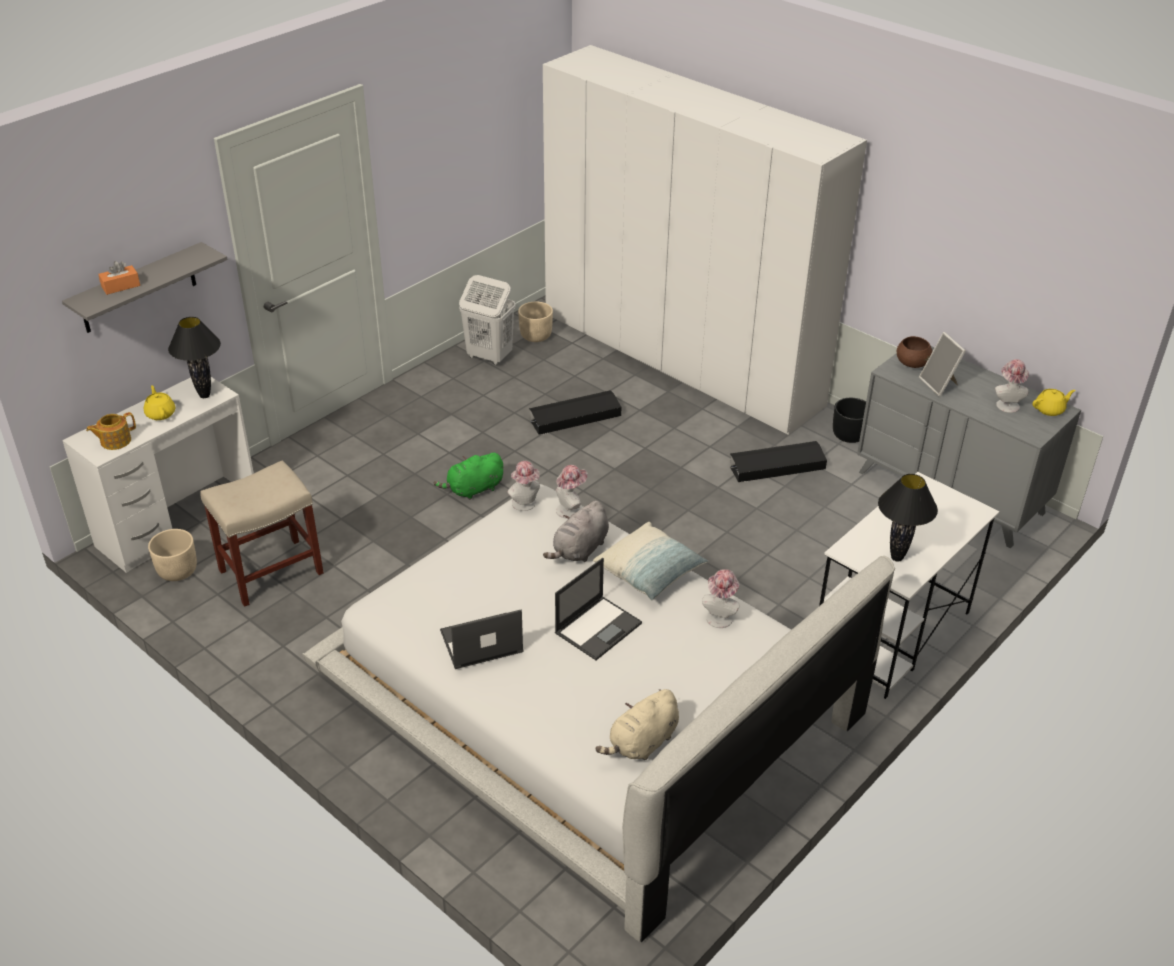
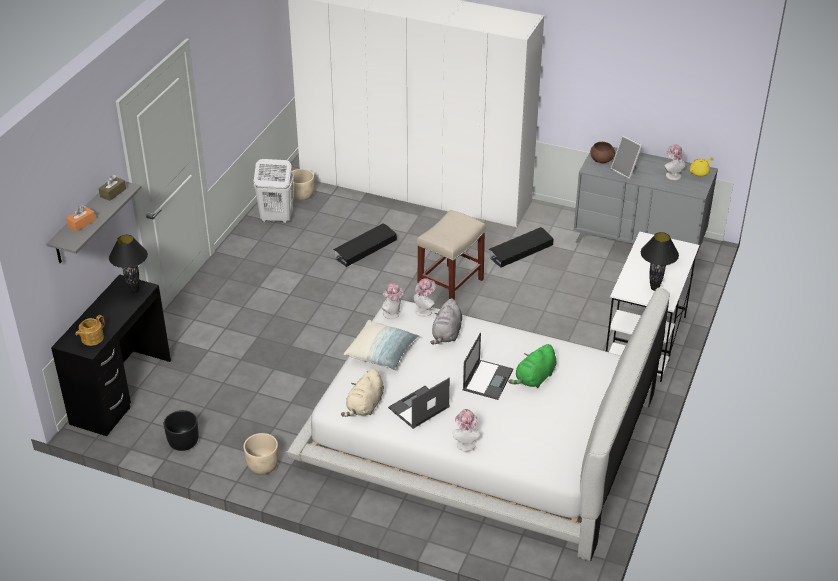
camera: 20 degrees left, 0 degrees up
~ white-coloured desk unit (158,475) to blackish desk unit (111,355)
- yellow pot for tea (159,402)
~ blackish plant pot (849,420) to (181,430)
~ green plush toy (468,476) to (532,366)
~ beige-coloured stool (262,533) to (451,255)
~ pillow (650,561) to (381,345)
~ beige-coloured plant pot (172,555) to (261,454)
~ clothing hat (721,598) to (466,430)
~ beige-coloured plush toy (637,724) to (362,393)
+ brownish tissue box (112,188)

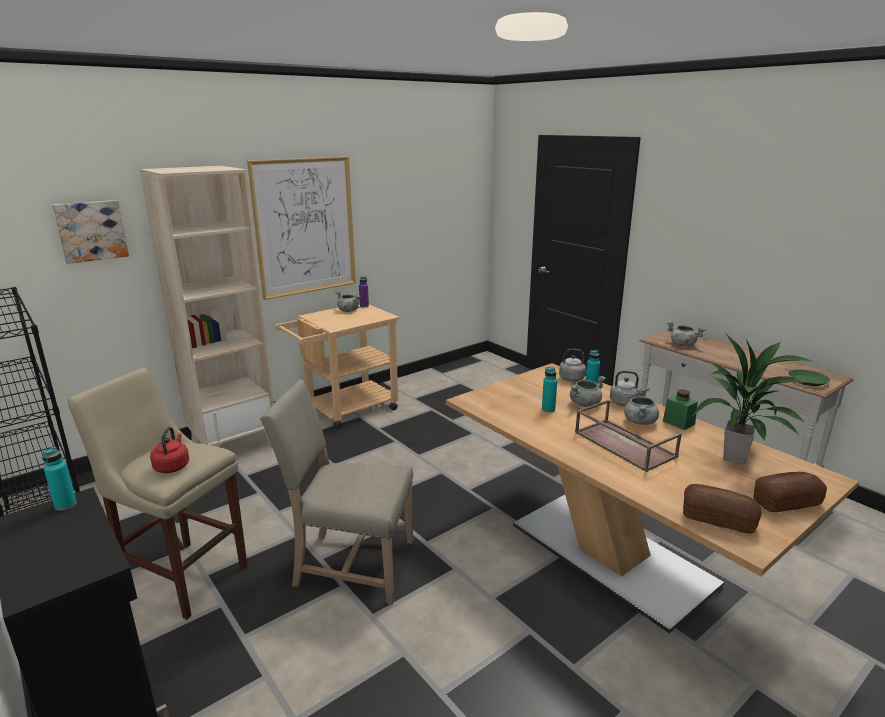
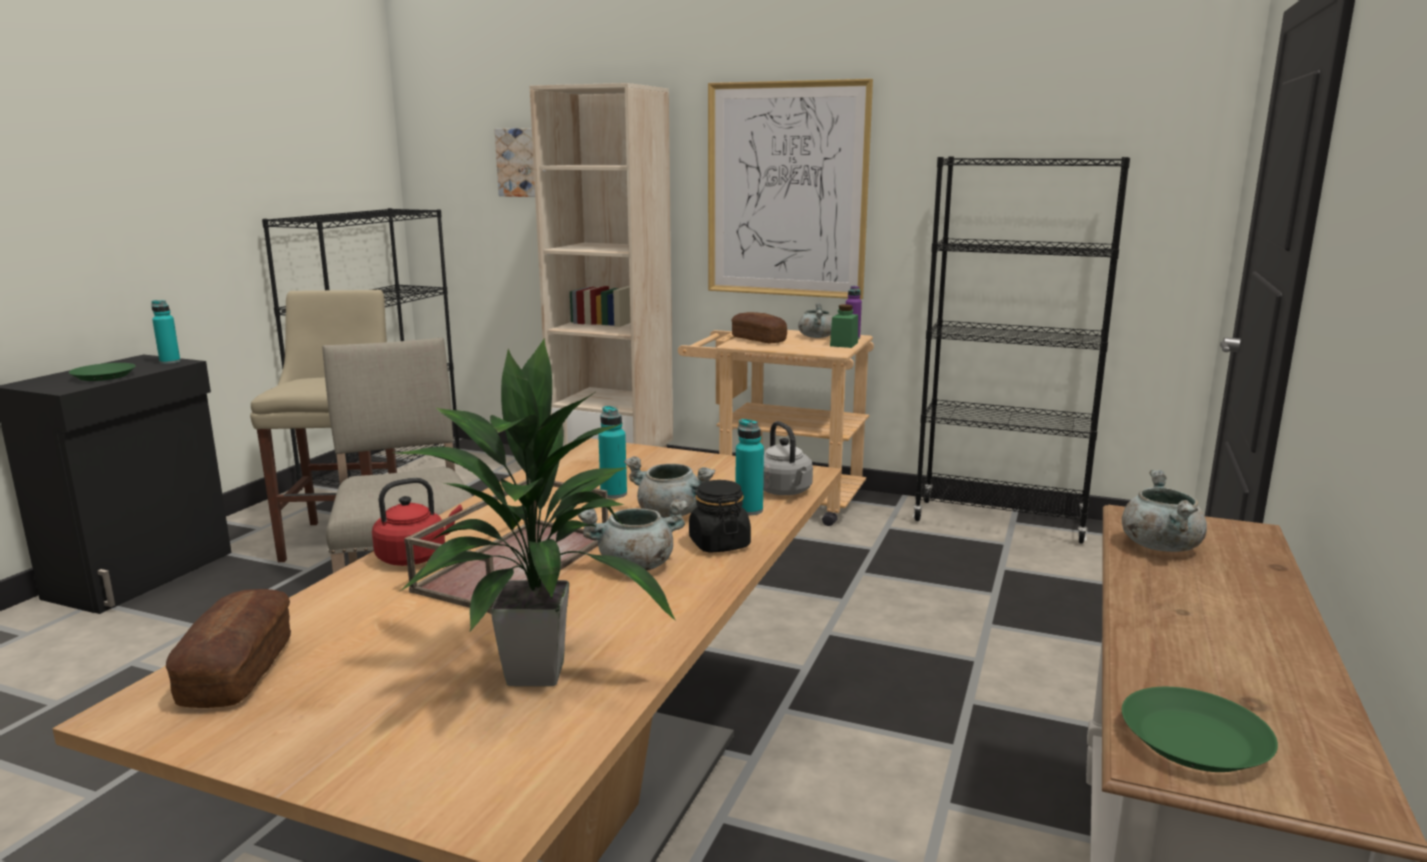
camera: 60 degrees right, 5 degrees down
~ grey water kettle (630,388) to blackish storage jar (720,516)
~ green storage jar (680,409) to (844,326)
~ reddish water kettle (169,450) to (417,522)
~ bakery bread (790,492) to (759,327)
+ blackish bookcase (1021,350)
+ green dinner plate (102,372)

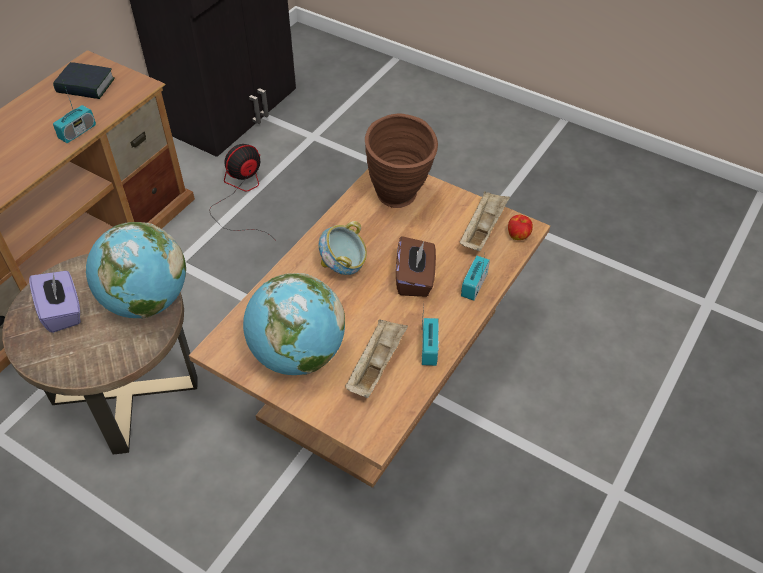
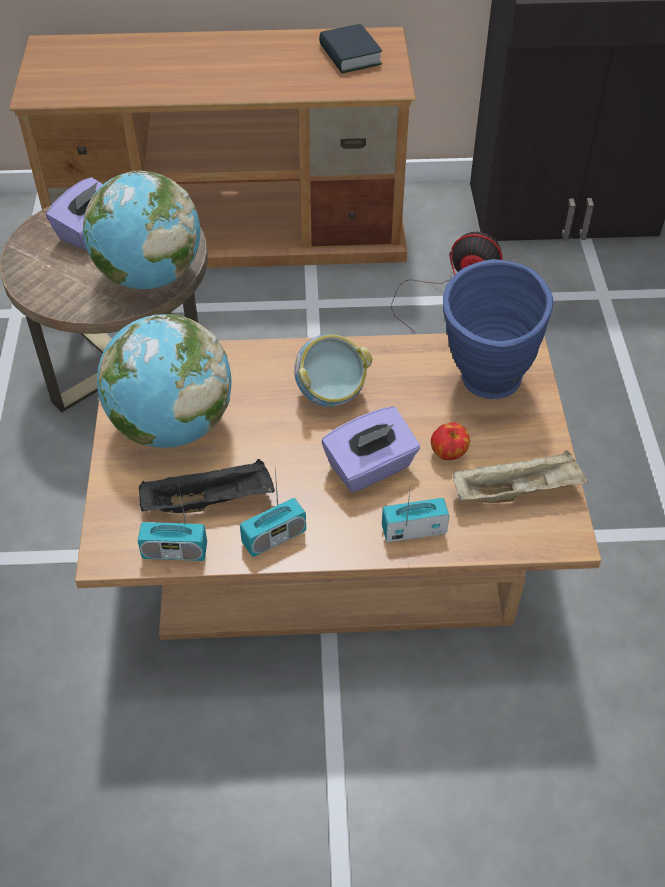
camera: 55 degrees right, 0 degrees up
~ radio receiver (74,111) to (172,522)
~ brownish flower vase (401,161) to blue flower vase (498,329)
~ apple (520,227) to (450,441)
~ brownish tissue box (416,266) to purple-coloured tissue box (371,449)
~ beige-coloured tray (376,358) to blackish tray (207,486)

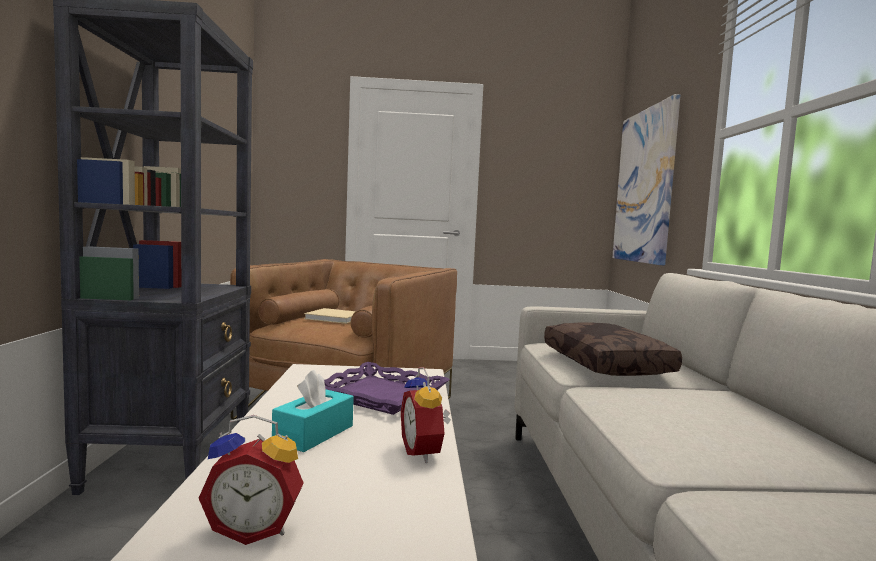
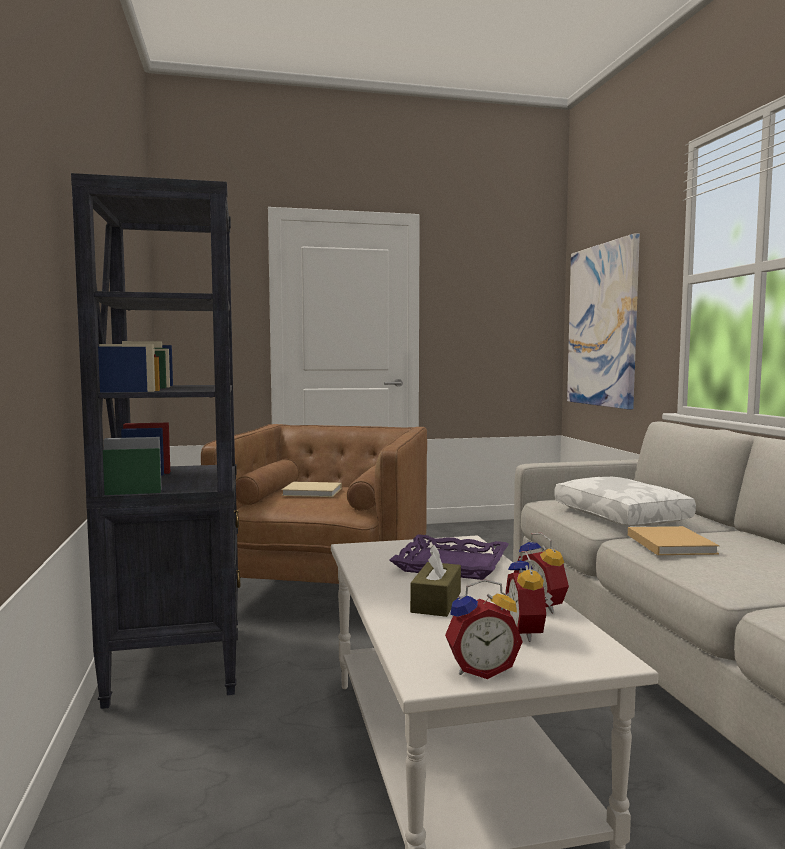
camera: 10 degrees left, 0 degrees up
~ brownish pillow (613,349) to white-coloured pillow (625,501)
~ turquoise tissue box (313,411) to brownish tissue box (435,581)
+ beige-coloured bound book (673,540)
+ alarm clock (529,596)

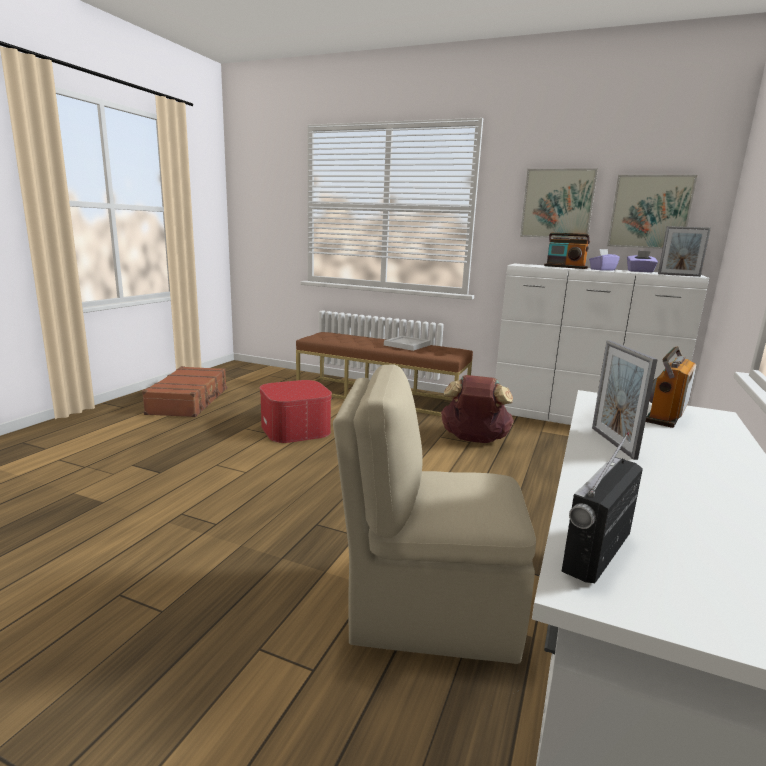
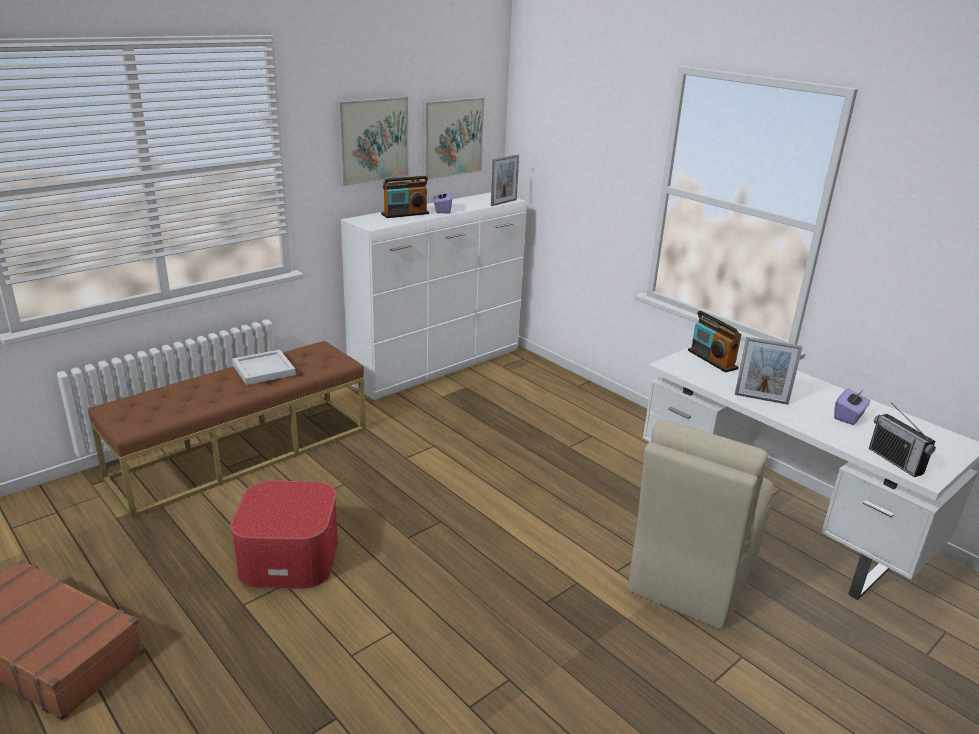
camera: 65 degrees left, 10 degrees up
~ purple-coloured tissue box (642,261) to (852,407)
- brownish rucksack (477,409)

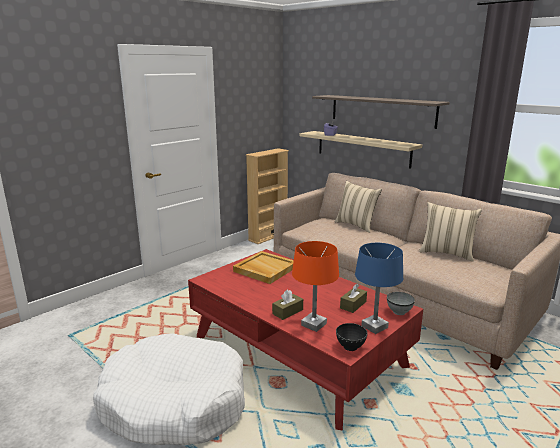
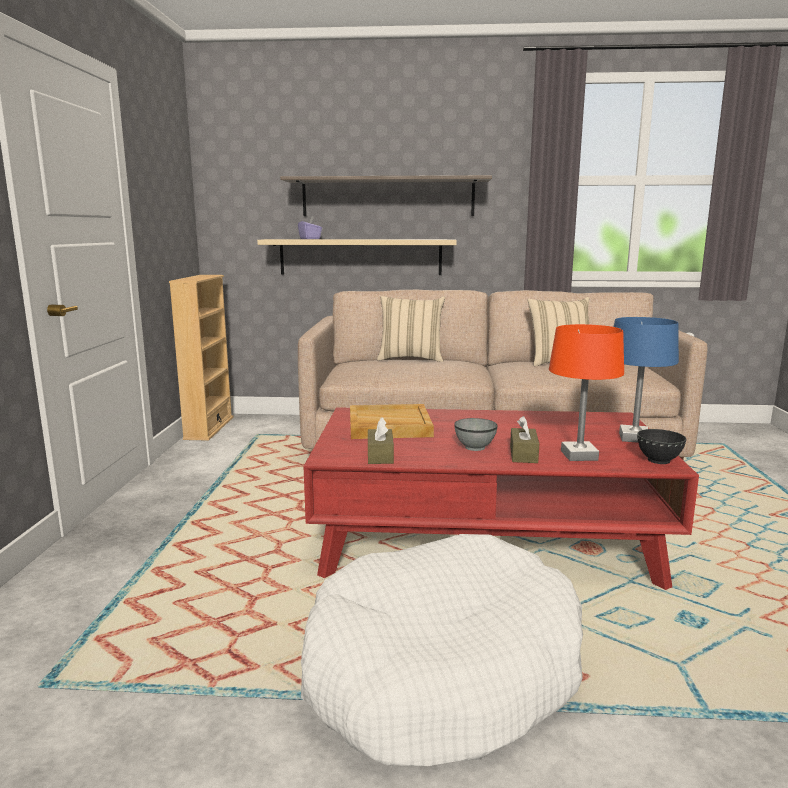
camera: 40 degrees left, 5 degrees down
~ brownish tissue box (353,298) to (381,440)
~ grey serving bowl (401,303) to (476,434)

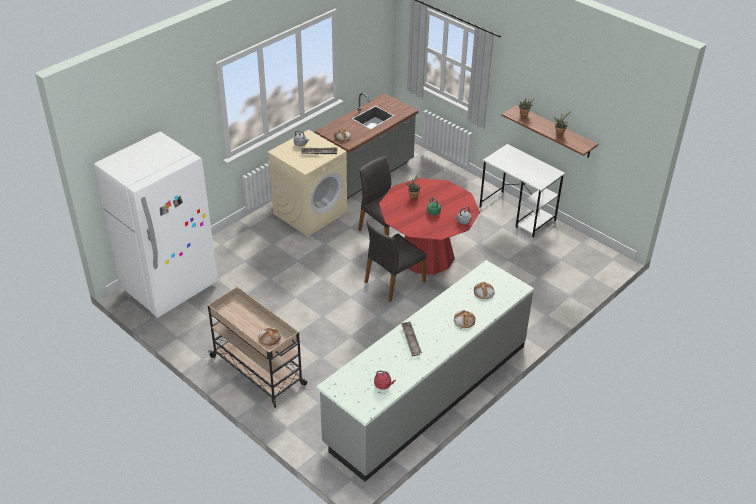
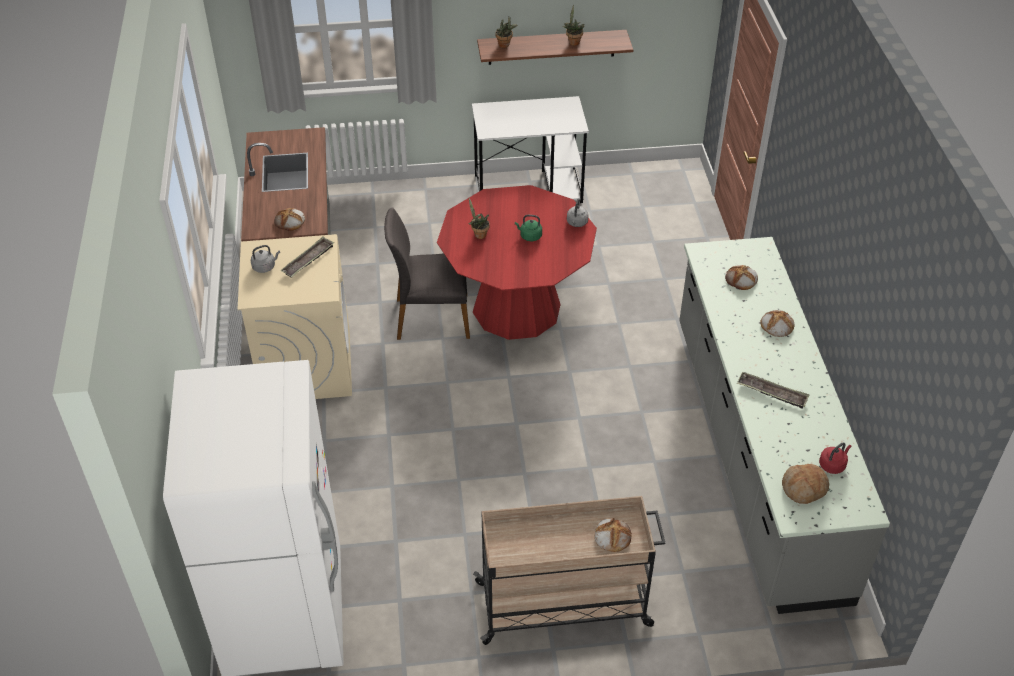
camera: 50 degrees left, 5 degrees up
- grey chair (395,261)
+ bakery bread (805,484)

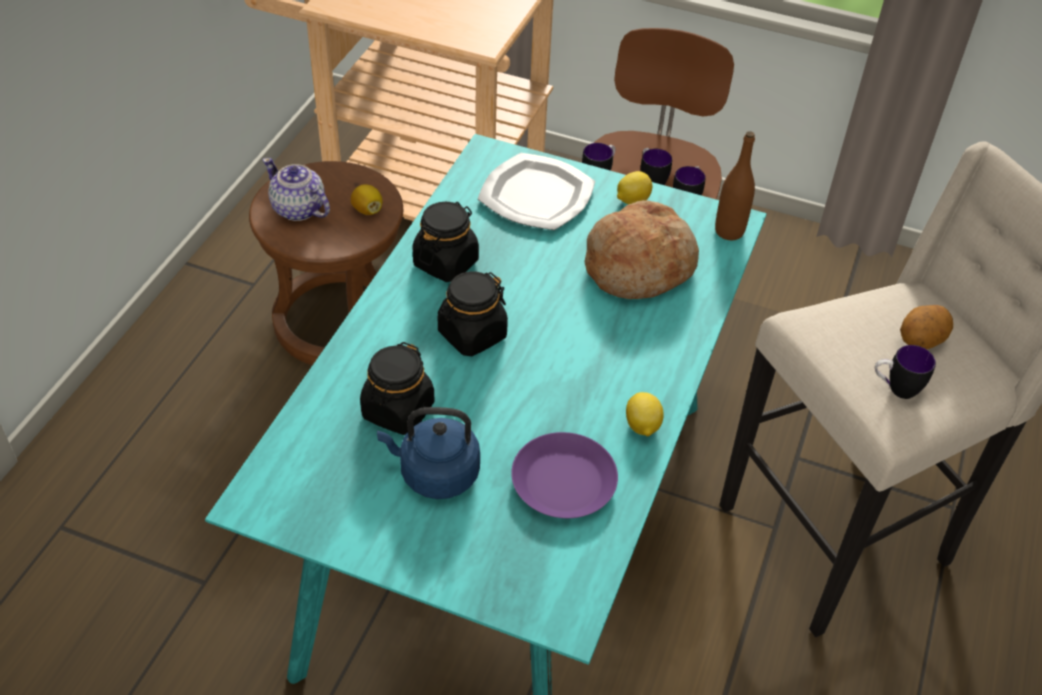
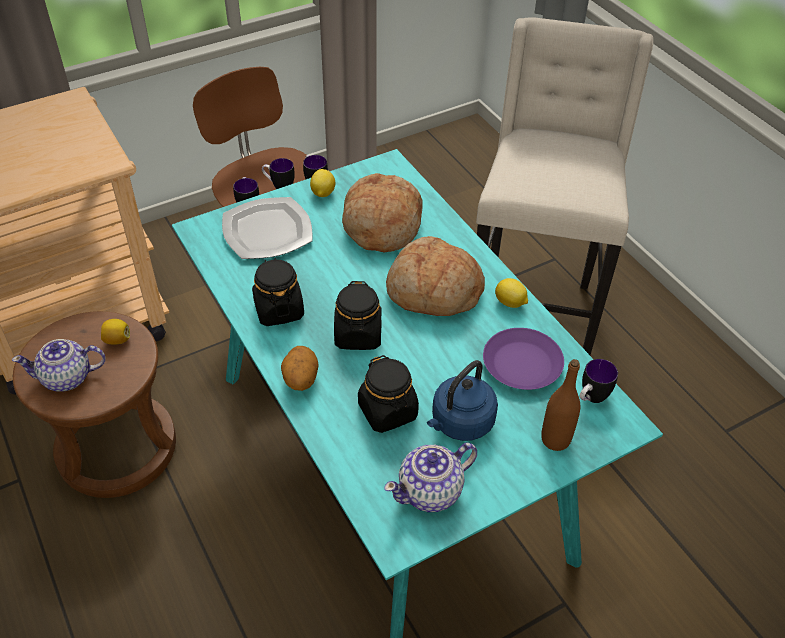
camera: 50 degrees left, 0 degrees up
~ brownish drink bottle (735,185) to (560,405)
~ spud (926,327) to (300,368)
~ tea mug (905,372) to (598,381)
+ bakery bread (435,276)
+ pot for tea (430,477)

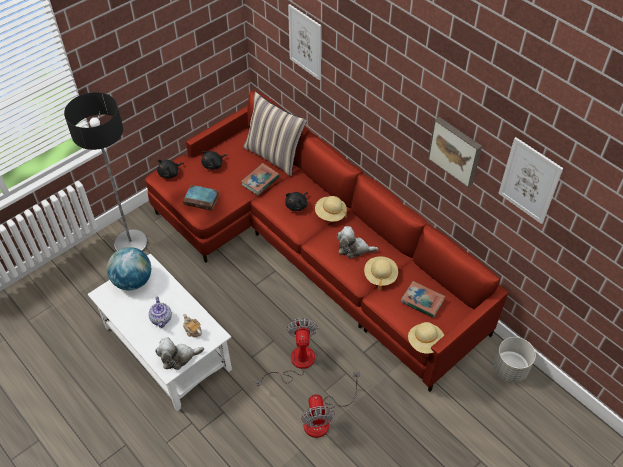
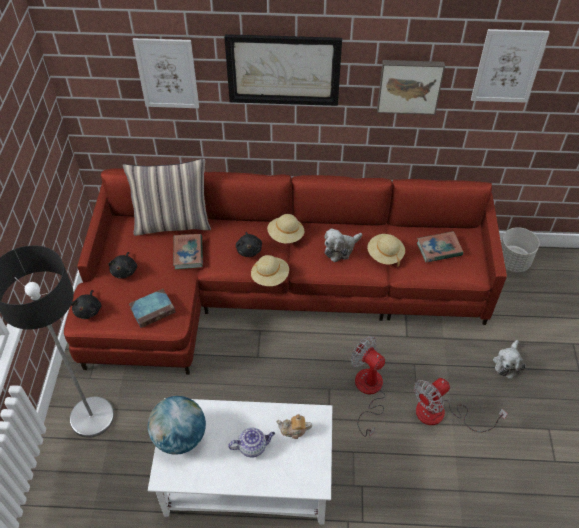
camera: 45 degrees left, 0 degrees up
~ pot for tea (160,312) = (251,443) 45 degrees counterclockwise
~ beige-coloured clothing hat (426,337) to (270,270)
~ plush toy (179,353) to (509,359)
~ electric fan (330,404) = (460,405) 105 degrees clockwise
+ wall picture (283,70)

